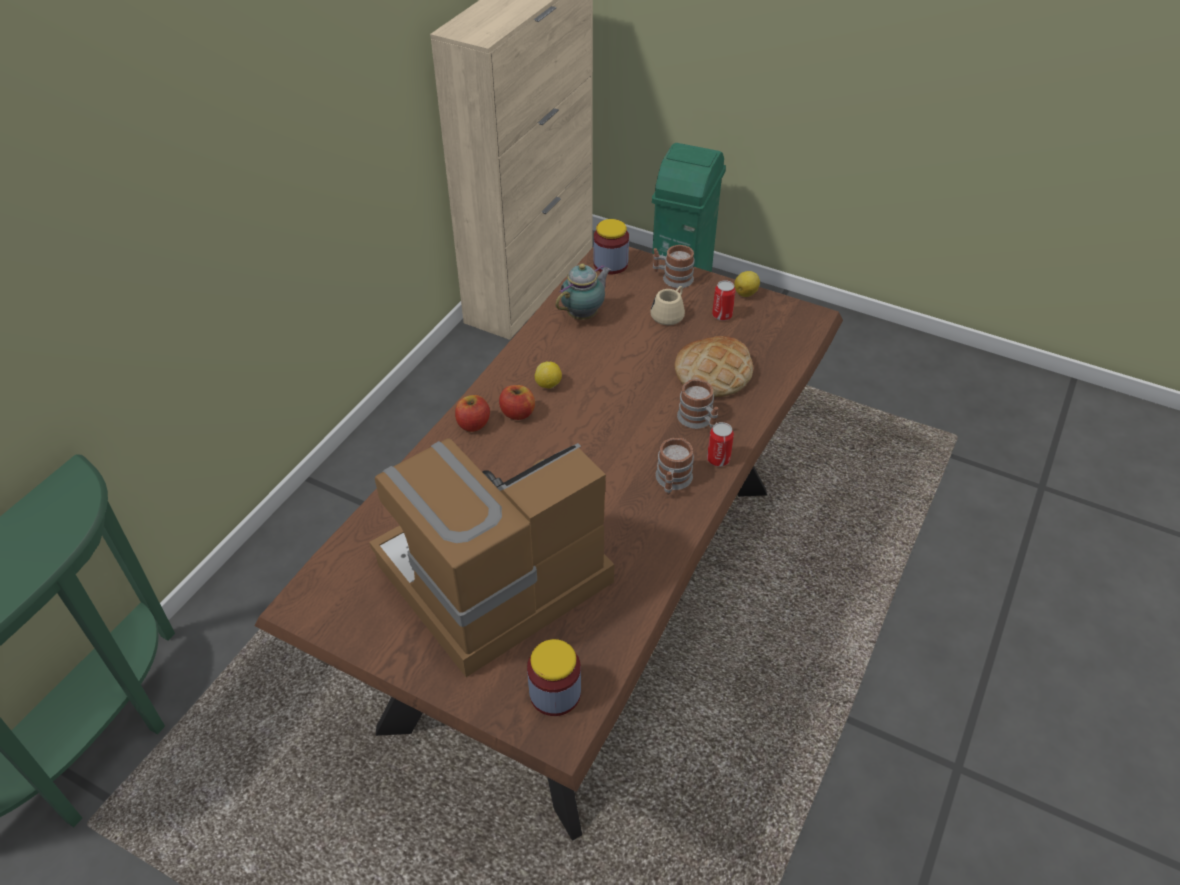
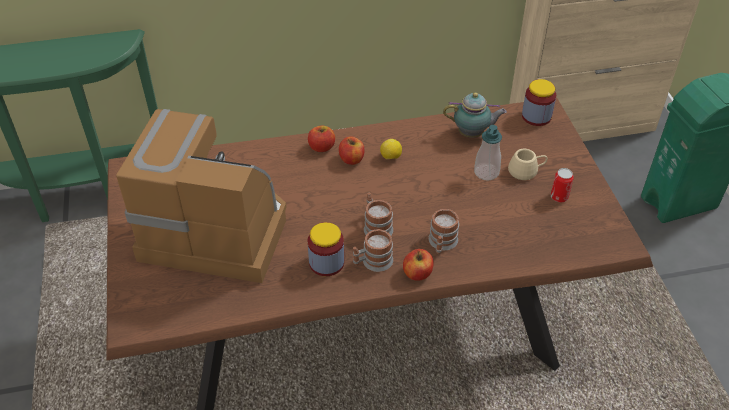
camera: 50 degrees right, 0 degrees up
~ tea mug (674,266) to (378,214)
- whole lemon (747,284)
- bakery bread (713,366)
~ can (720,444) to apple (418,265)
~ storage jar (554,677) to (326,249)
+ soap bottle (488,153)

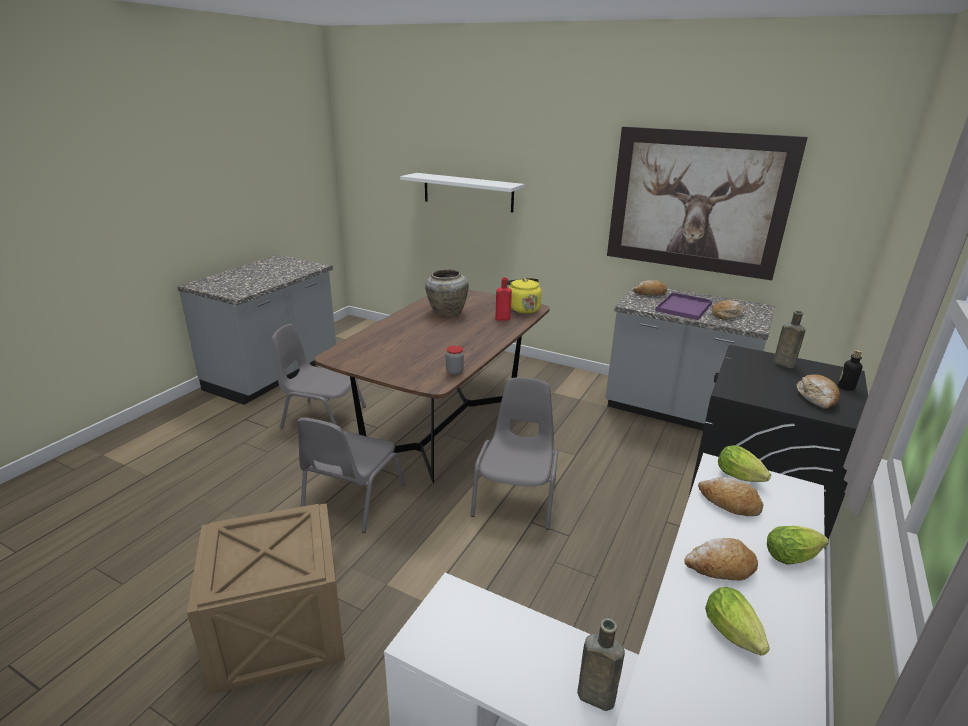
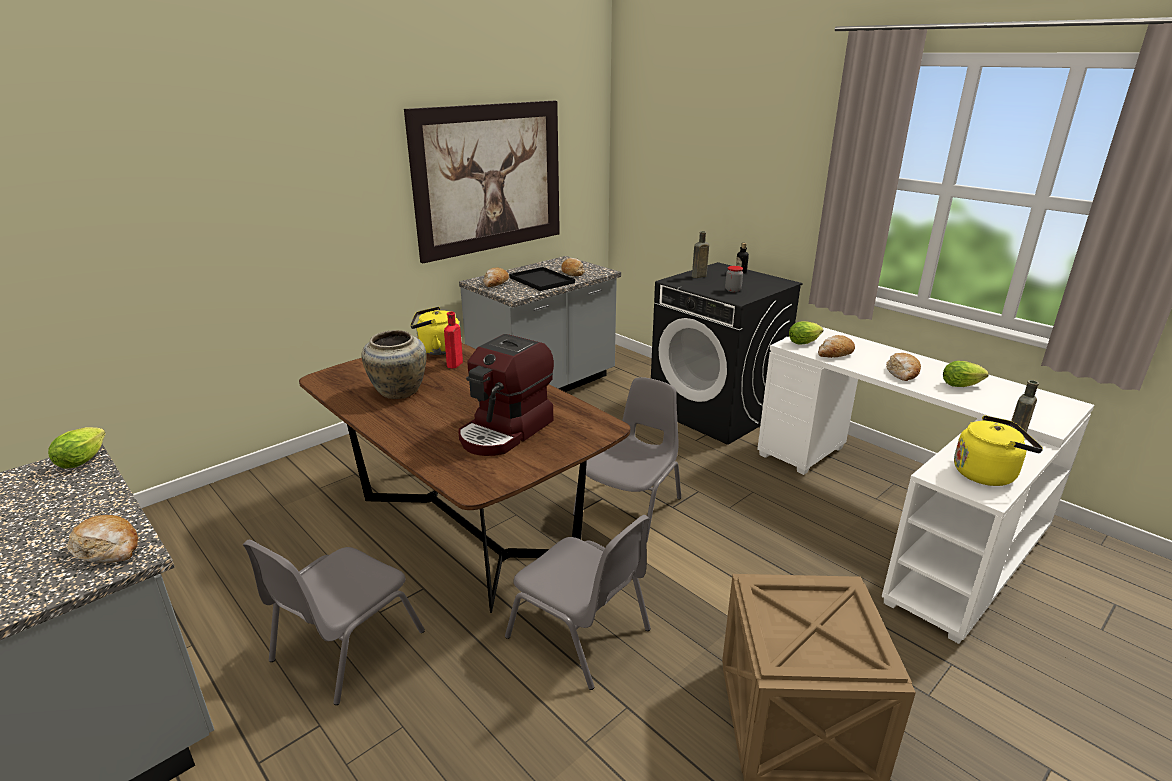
camera: 70 degrees left, 0 degrees up
- white-coloured wall shelf (462,193)
~ purple-coloured tray (683,306) to blackish tray (542,279)
~ storage jar (455,360) to (734,279)
~ bakery bread (818,391) to (102,539)
~ grey chair (514,453) = (627,459) 90 degrees clockwise
~ lettuce (798,545) to (77,448)
+ coffee brewer (506,395)
+ yellow water kettle (998,450)

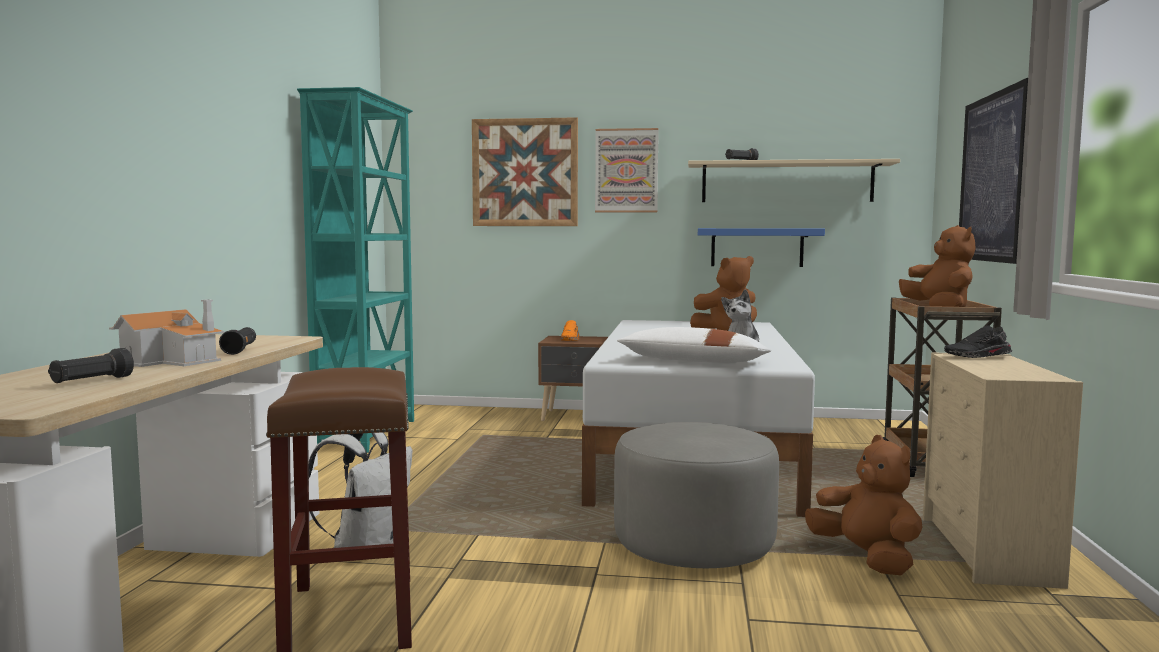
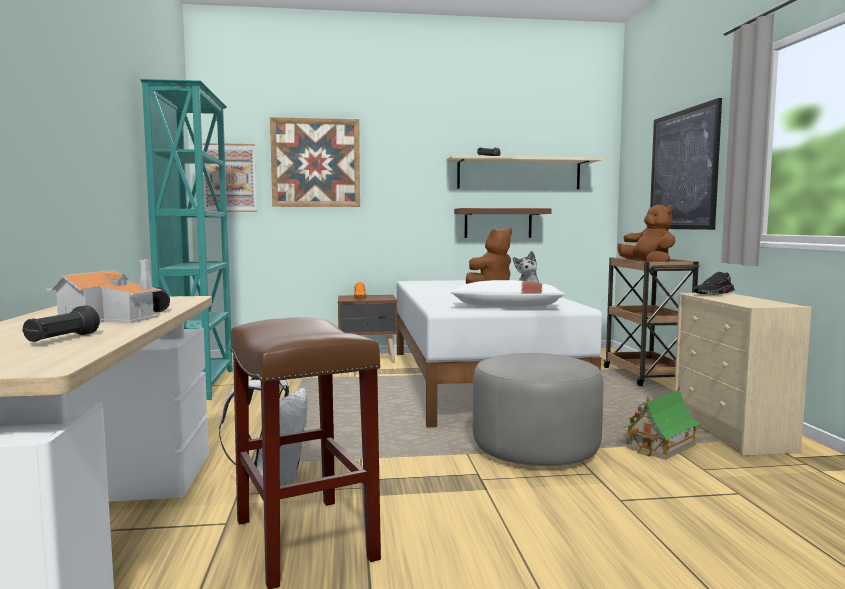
camera: 15 degrees left, 0 degrees up
~ wall picture (627,170) to (229,177)
~ blue wall shelf (761,247) to brownish wall shelf (503,223)
~ brownish plush toy (864,505) to miniature house (662,423)

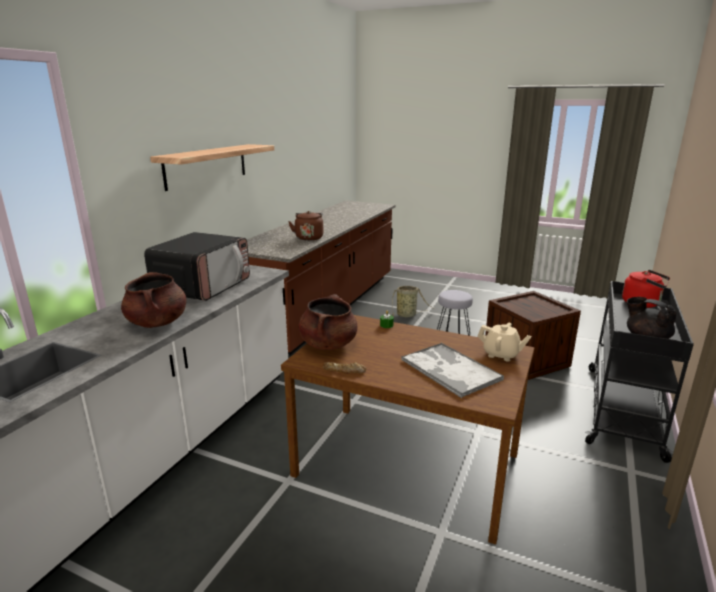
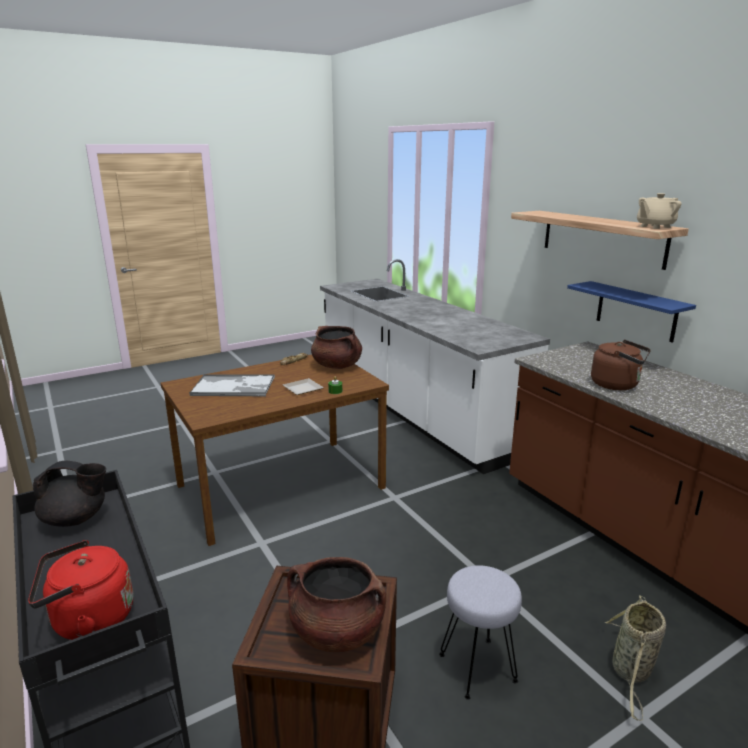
camera: 125 degrees right, 0 degrees up
- microwave oven (197,266)
~ brownish cooking pot (153,300) to (336,604)
~ beige-coloured pot for tea (504,342) to (659,211)
+ blue wall shelf (631,312)
+ dinner plate (303,386)

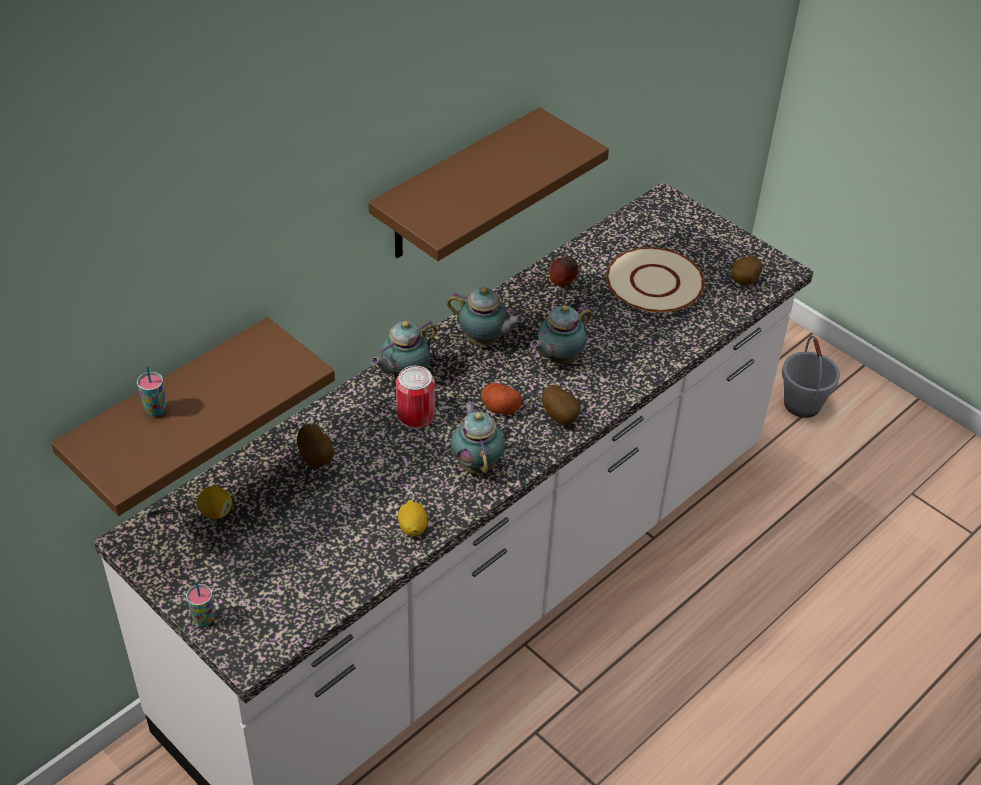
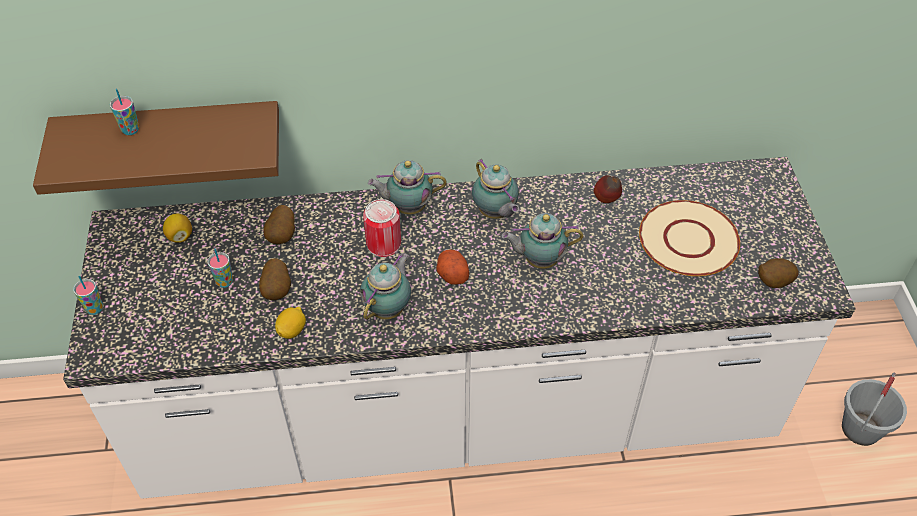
camera: 40 degrees right, 5 degrees up
- brownish wall shelf (488,184)
~ spud (561,405) to (275,279)
+ drinking cup (220,268)

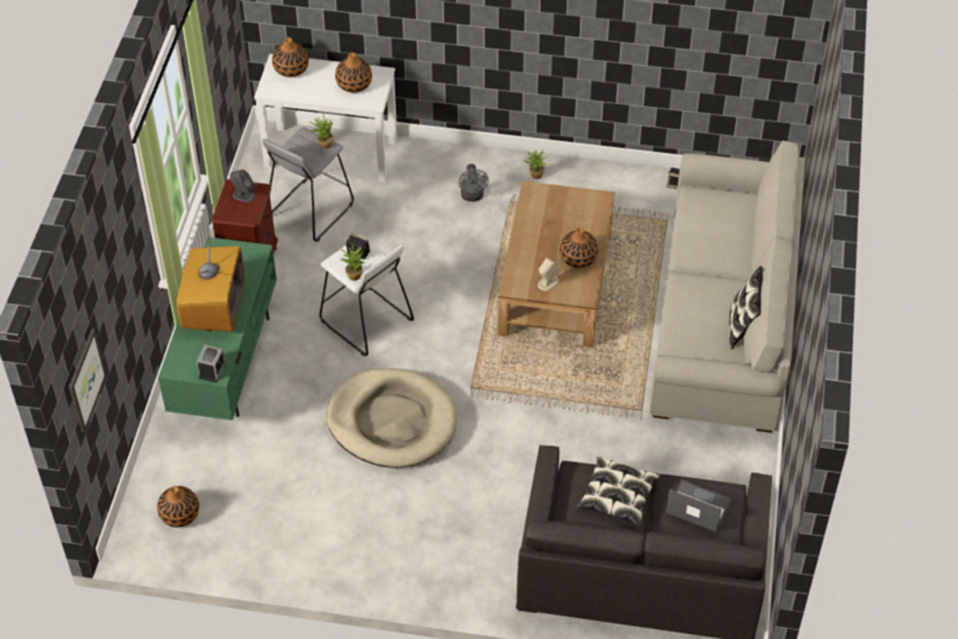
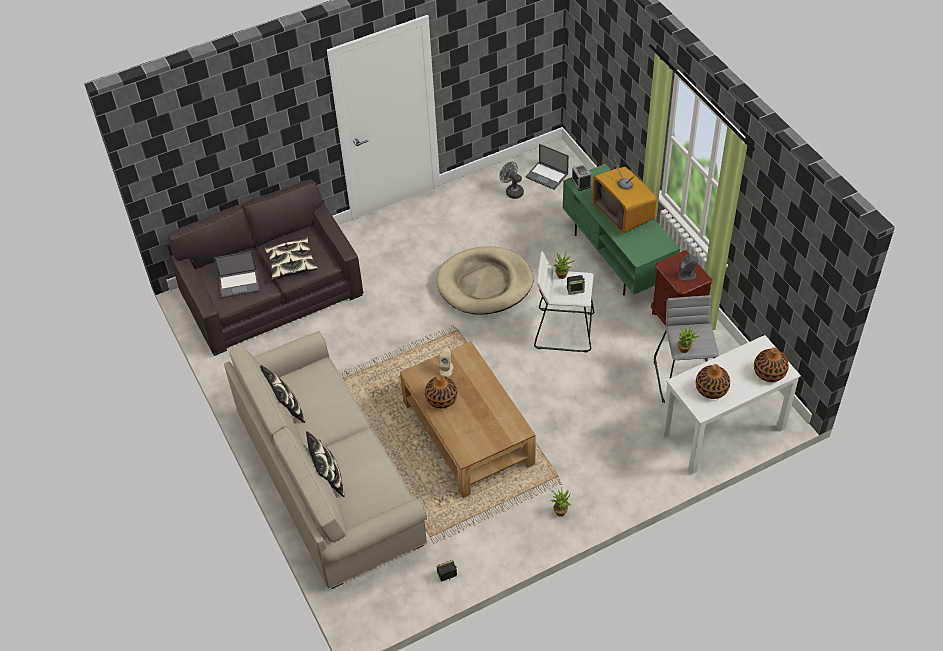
camera: 145 degrees right, 0 degrees up
~ grey electric fan (473,183) to (511,180)
- wall picture (88,381)
~ flower vase (178,506) to notebook computer (547,167)
+ pillow (325,464)

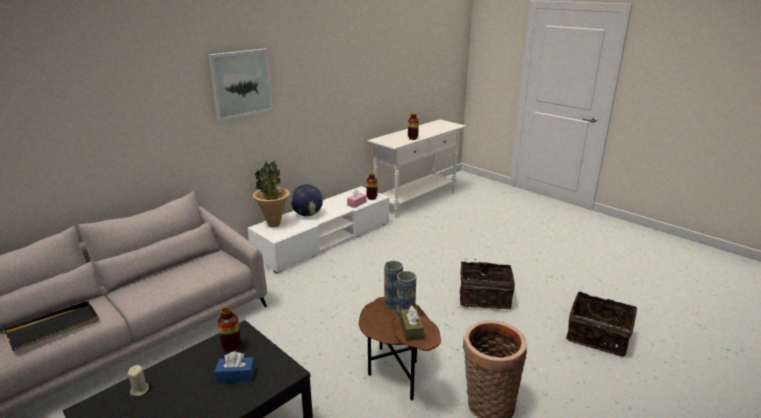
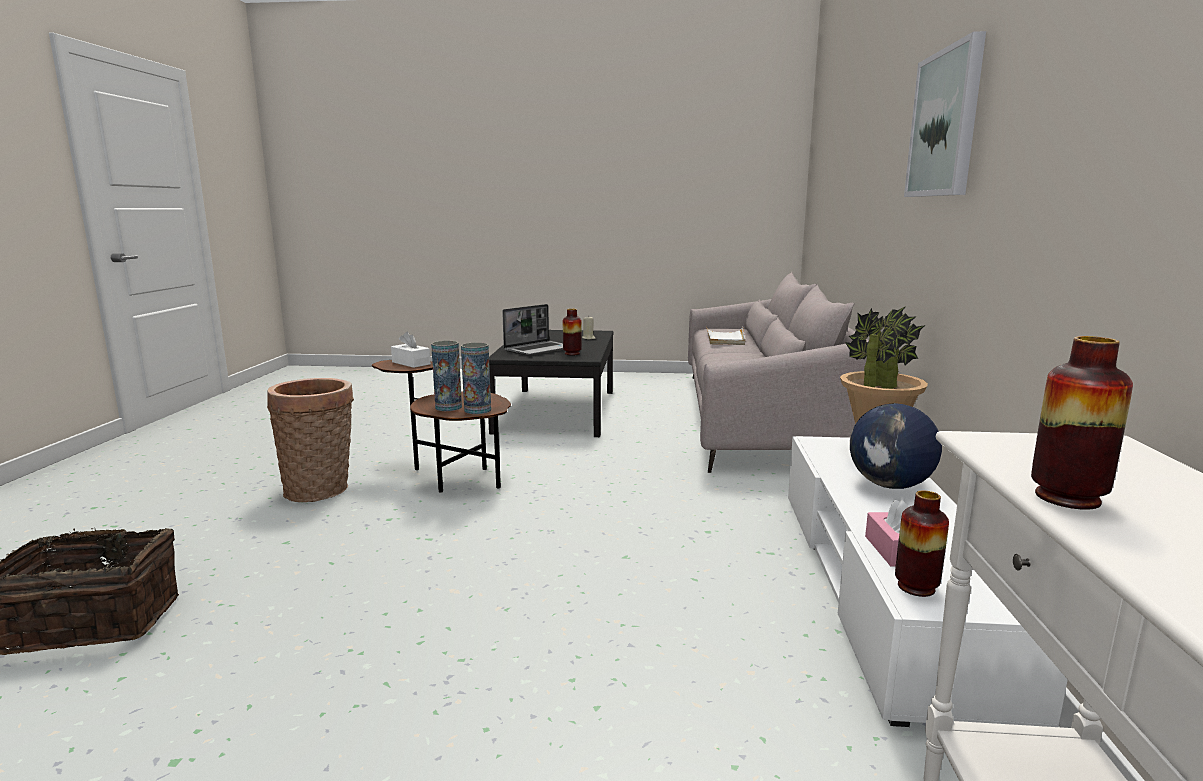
camera: 140 degrees right, 10 degrees down
- storage basket (487,284)
~ blackish tray (51,326) to white-coloured tray (725,335)
~ brownish tissue box (412,323) to white-coloured tissue box (411,349)
~ blue tissue box (235,367) to notebook computer (532,330)

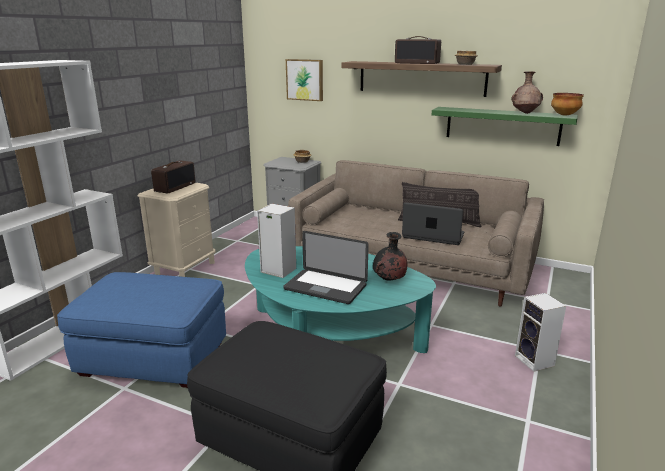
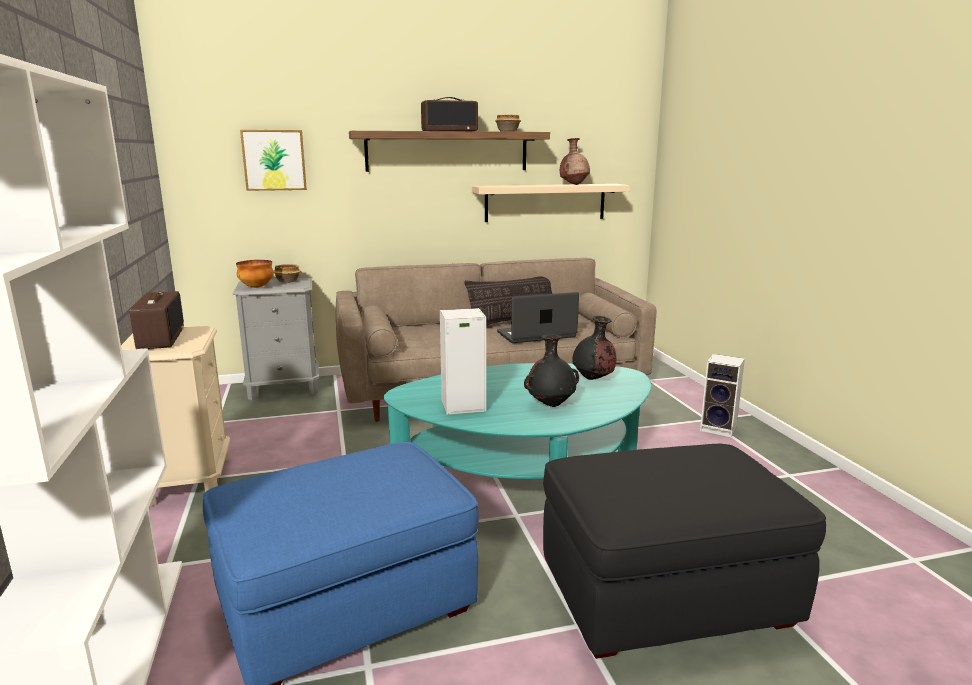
camera: 40 degrees left, 5 degrees down
~ serving bowl (567,104) to (255,274)
~ green wall shelf (505,126) to beige-coloured wall shelf (551,203)
~ notebook computer (326,267) to blackish flower vase (551,370)

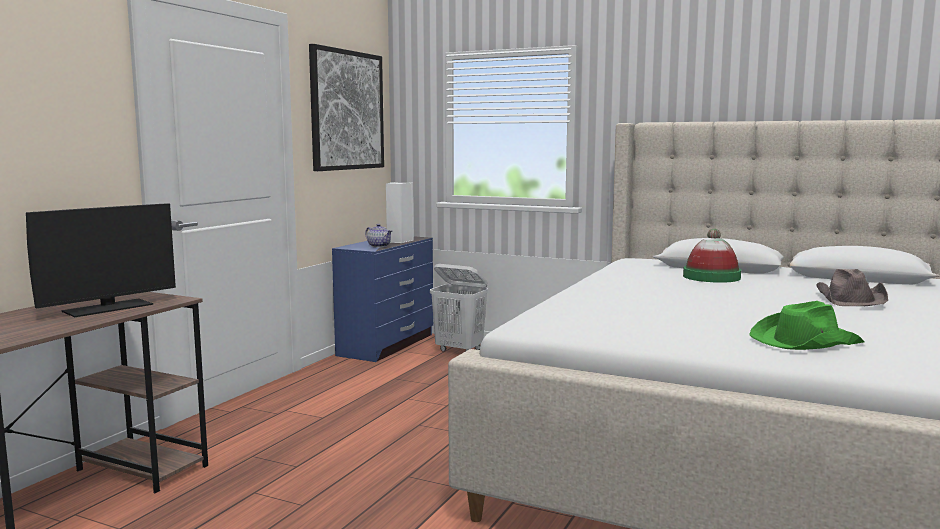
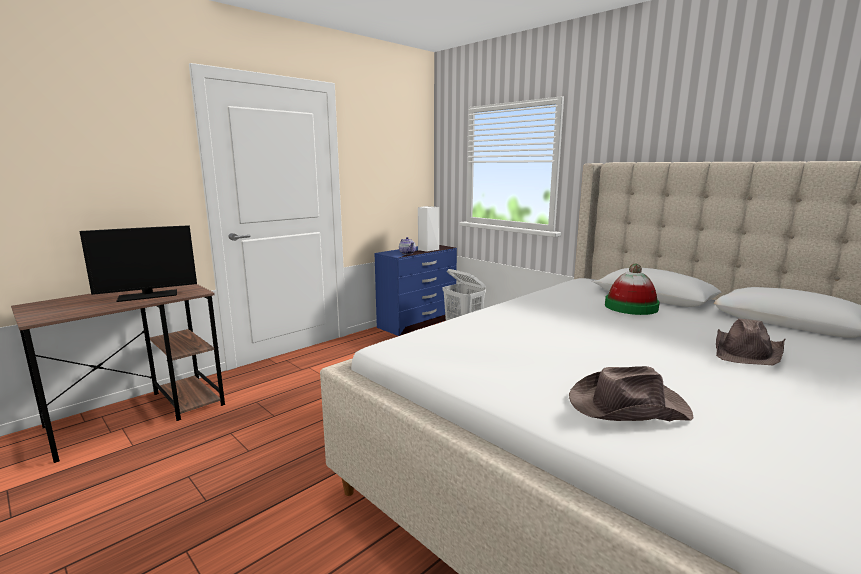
camera: 20 degrees right, 5 degrees up
- wall picture (346,107)
~ green clothing hat (806,325) to brownish clothing hat (631,393)

